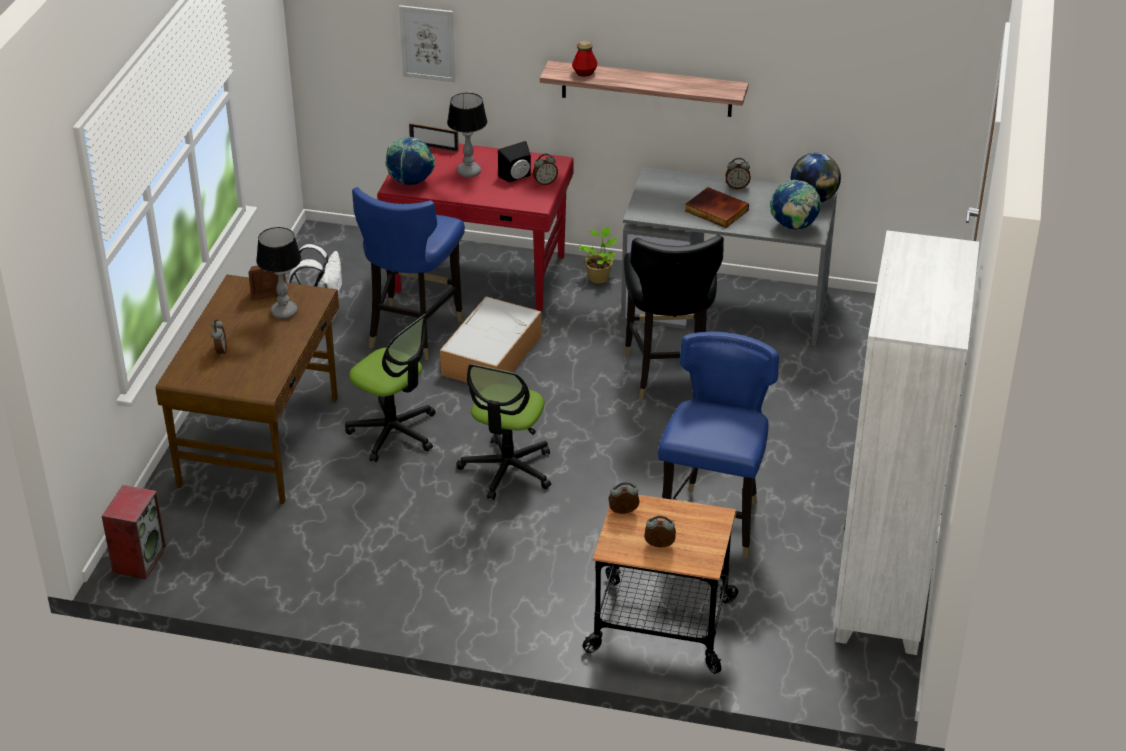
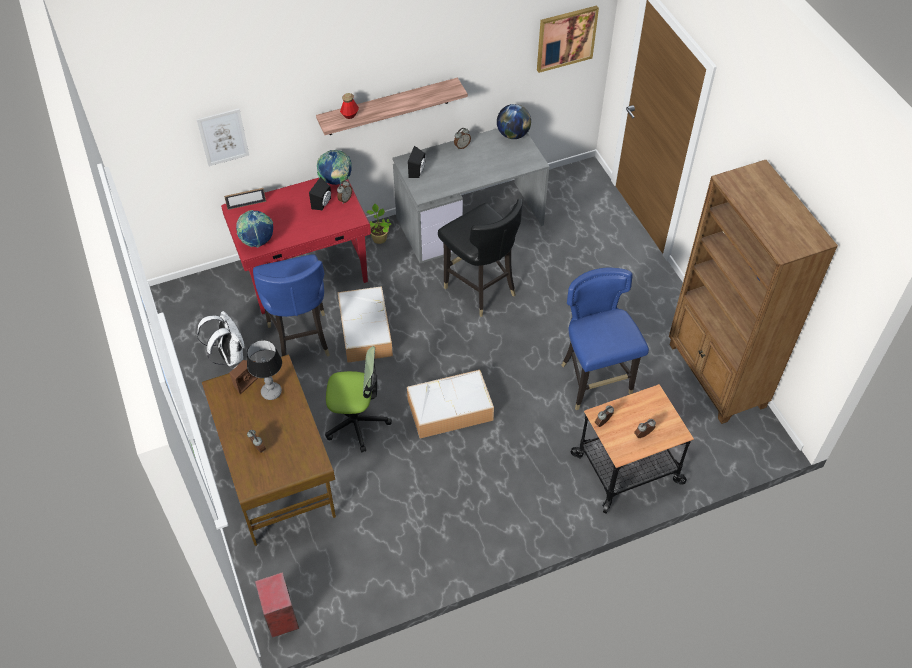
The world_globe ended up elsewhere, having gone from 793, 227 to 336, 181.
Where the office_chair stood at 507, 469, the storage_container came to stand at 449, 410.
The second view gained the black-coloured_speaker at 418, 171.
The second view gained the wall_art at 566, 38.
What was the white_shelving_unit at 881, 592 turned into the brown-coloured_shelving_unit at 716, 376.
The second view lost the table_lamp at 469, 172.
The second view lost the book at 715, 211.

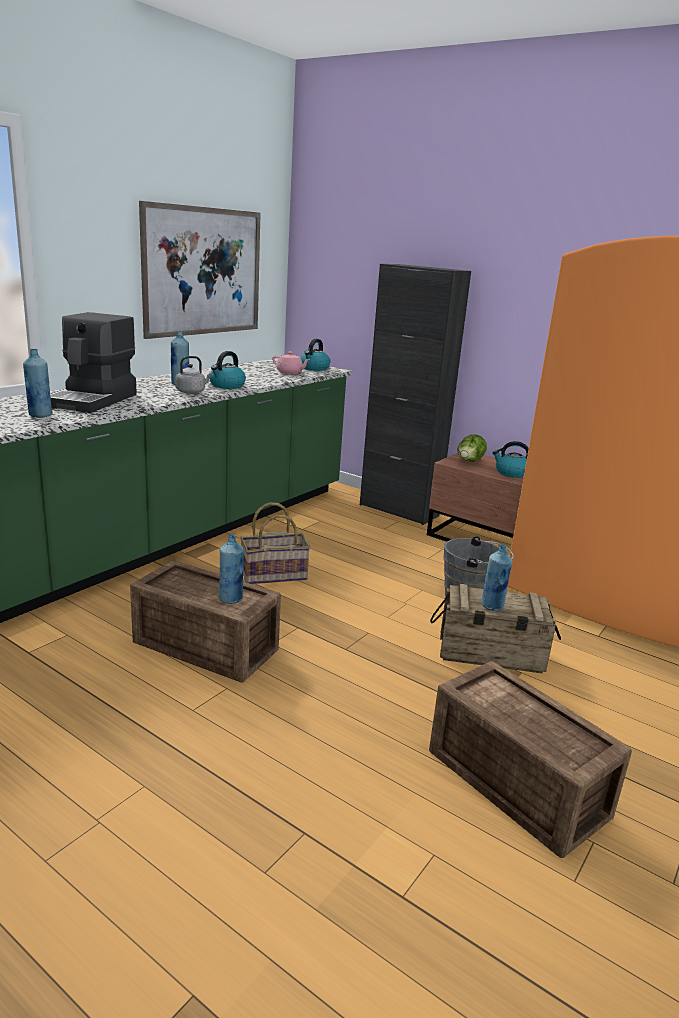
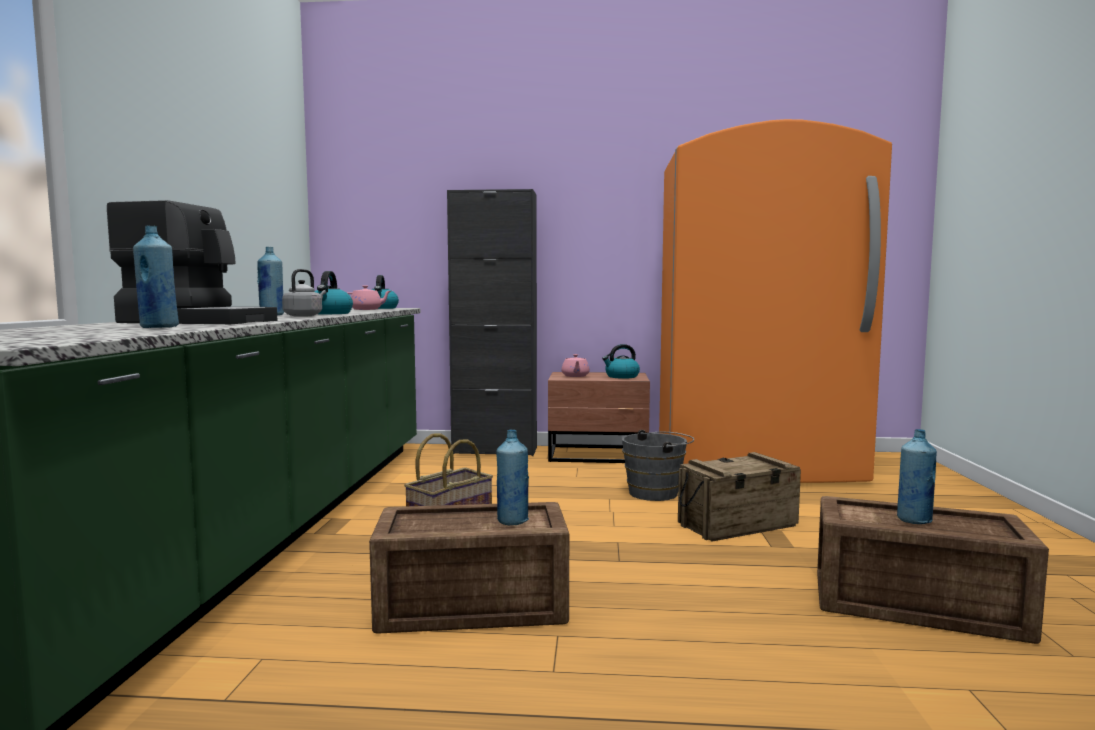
The coffee_maker at 93, 400 ended up facing another way, 60 degrees counterclockwise from before.
Where the lettuce_head stood at 469, 462, the pink_teapot came to stand at 575, 376.
The blue-coloured_bottle ended up elsewhere, having gone from 492, 606 to 914, 520.
The second view lost the wall_art at 204, 272.

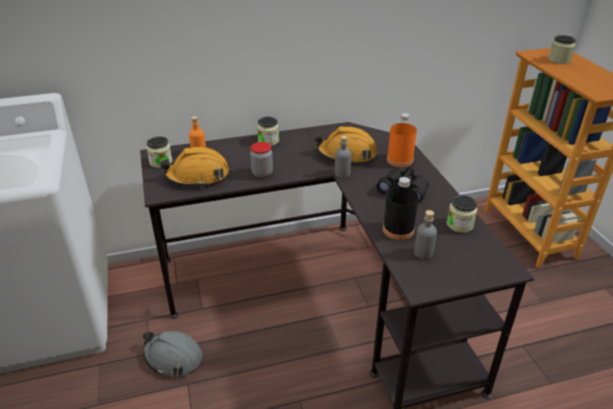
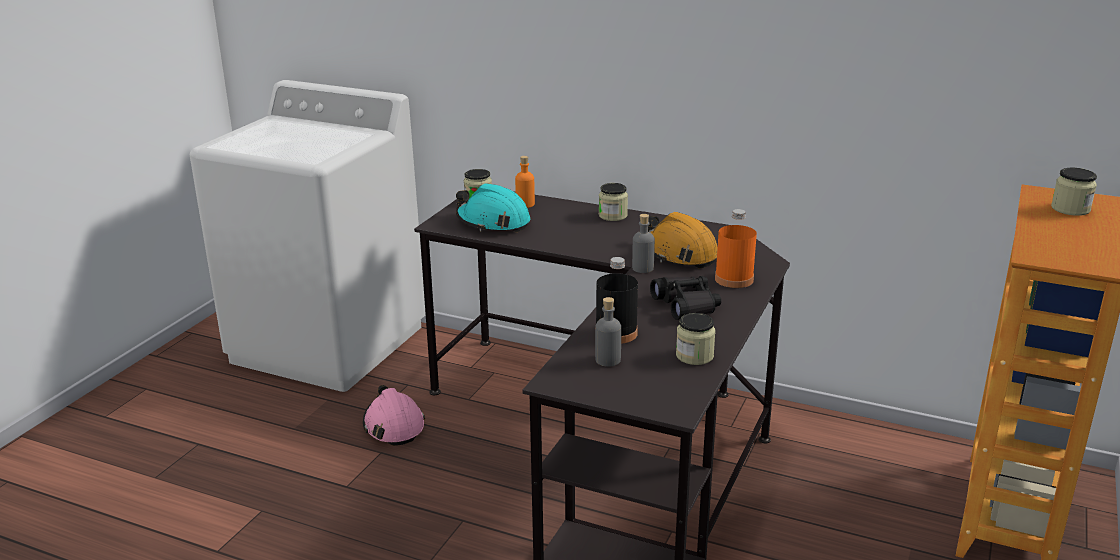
What was the grey_hard_hat at 173, 357 turned into the pink_hard_hat at 393, 425.
What was the orange-coloured_hard_hat at 197, 176 turned into the turquoise_hard_hat at 493, 222.
The second view lost the jar at 262, 173.

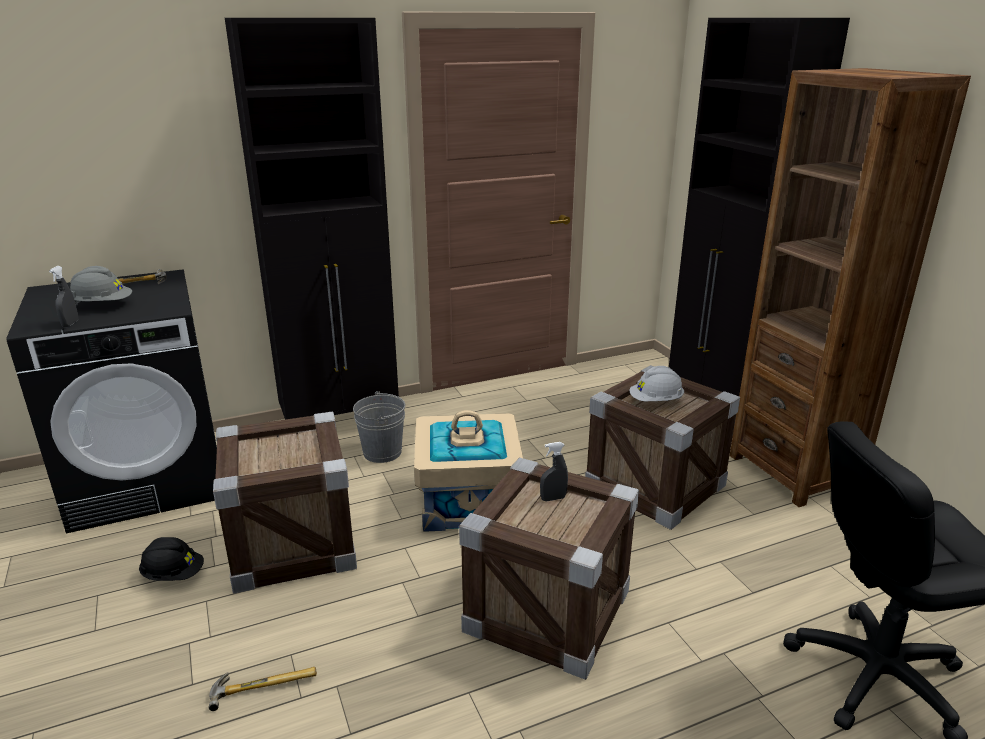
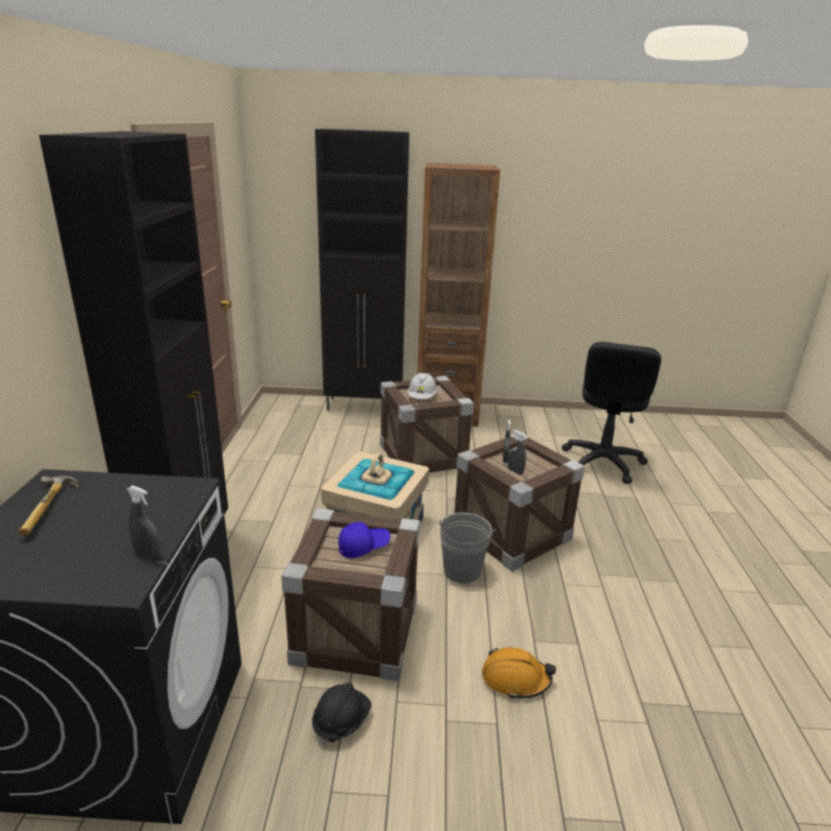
The second view gained the blue-coloured_cap at 363, 546.
The grey_pail ended up elsewhere, having gone from 382, 452 to 462, 570.
Where the hammer stood at 263, 684, the orange-coloured_hard_hat came to stand at 515, 679.
The second view gained the grey_sprayer at 515, 471.
The second view lost the grey_hard_hat at 103, 305.

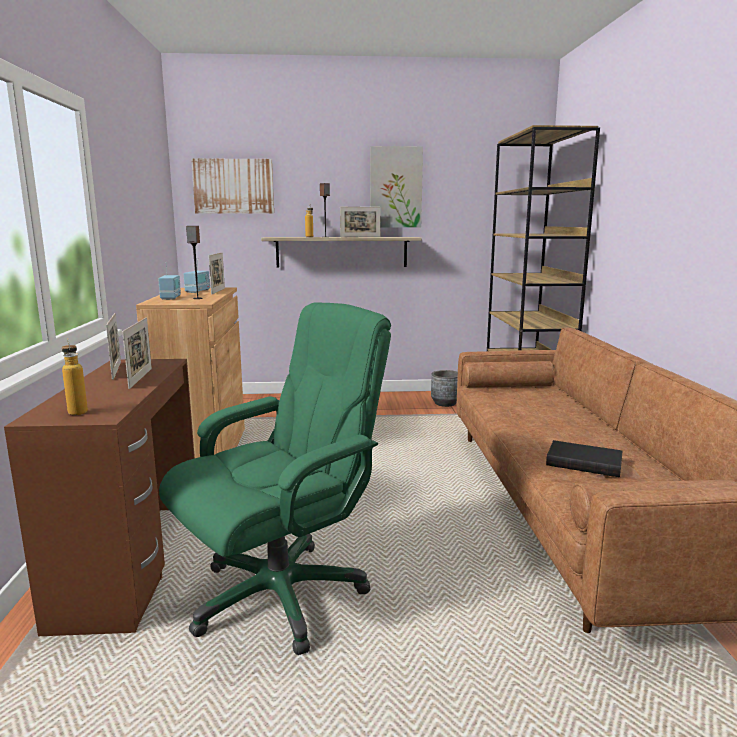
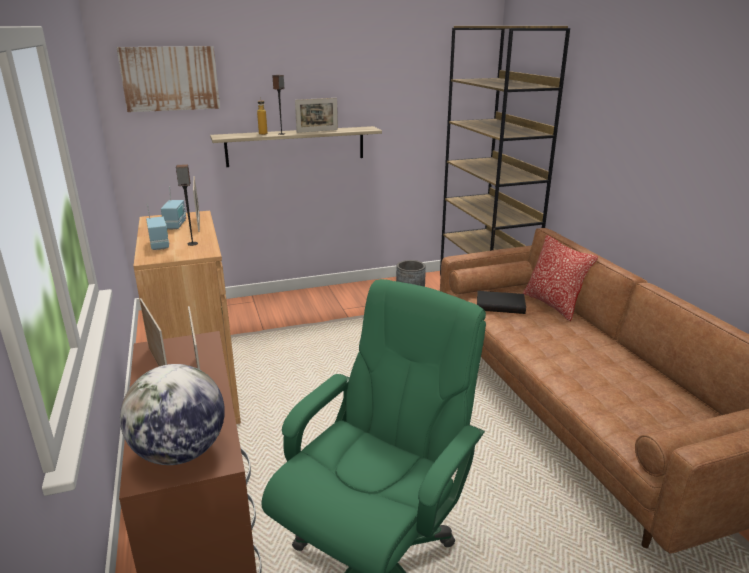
Where the bottle stood at 77, 410, the world_globe came to stand at 180, 453.
The black-coloured_book ended up elsewhere, having gone from 584, 462 to 500, 305.
The second view gained the throw_pillow at 553, 305.
The second view lost the wall_art at 395, 187.

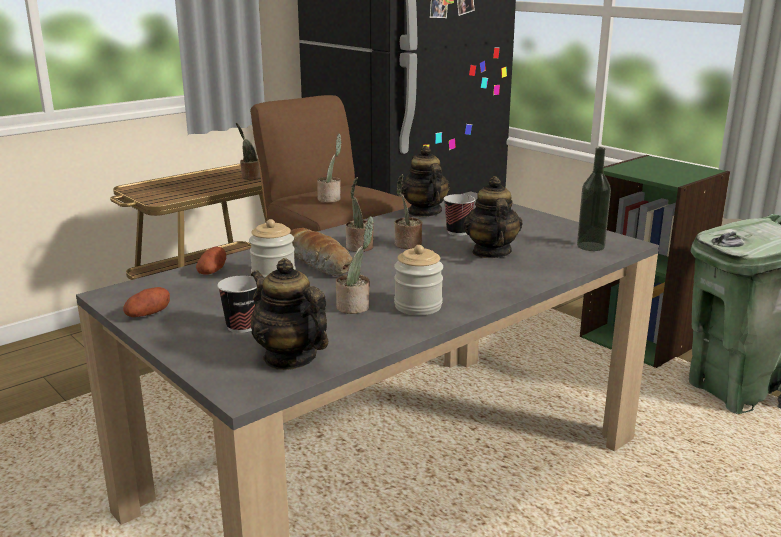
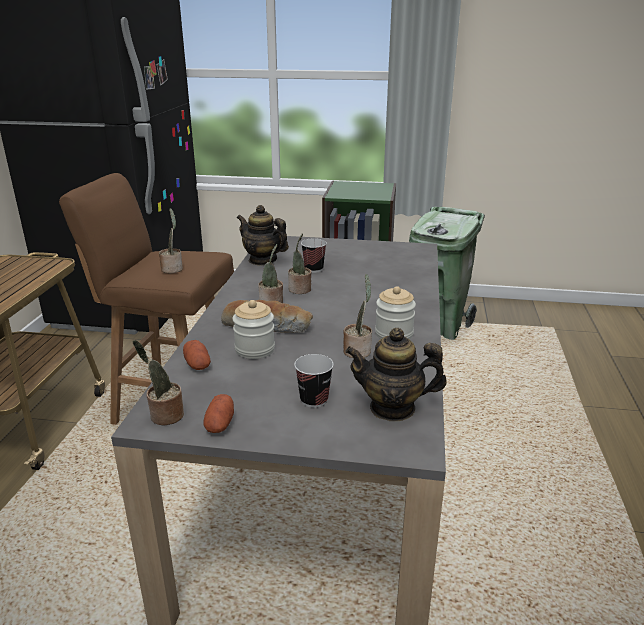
The houseplant ended up elsewhere, having gone from 250, 177 to 164, 416.
The second view lost the teapot at 491, 252.
The second view lost the bottle at 590, 246.

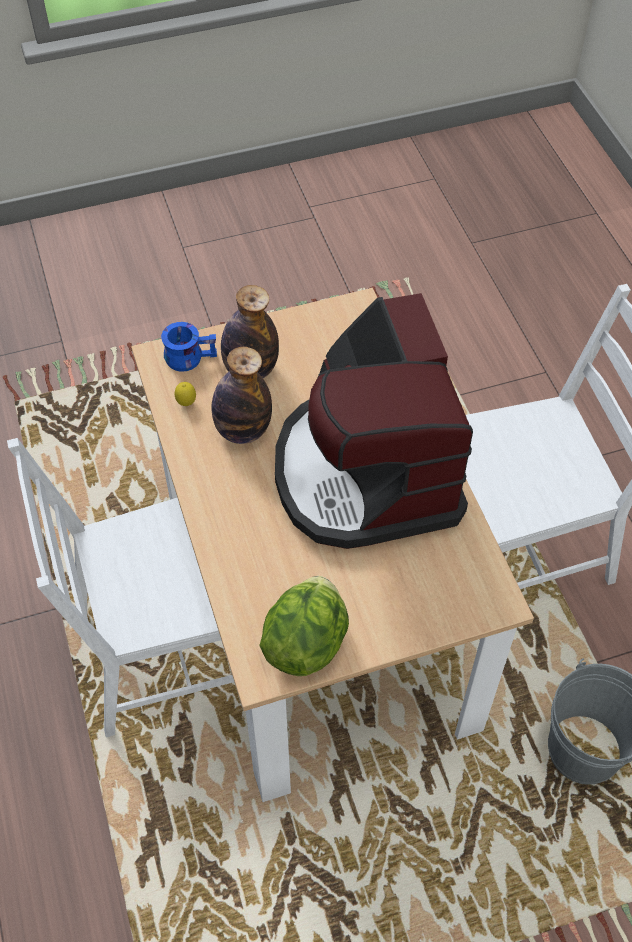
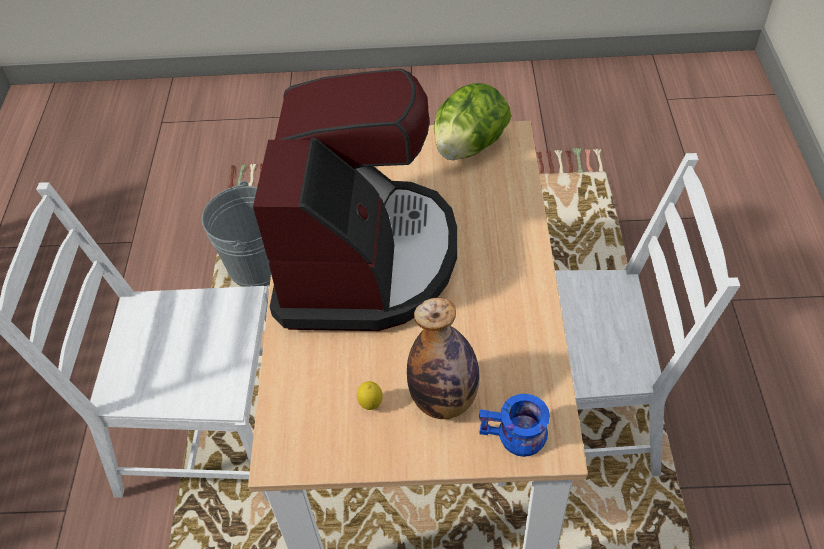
The lemon ended up elsewhere, having gone from 186, 403 to 371, 405.
The second view lost the bottle at 243, 430.

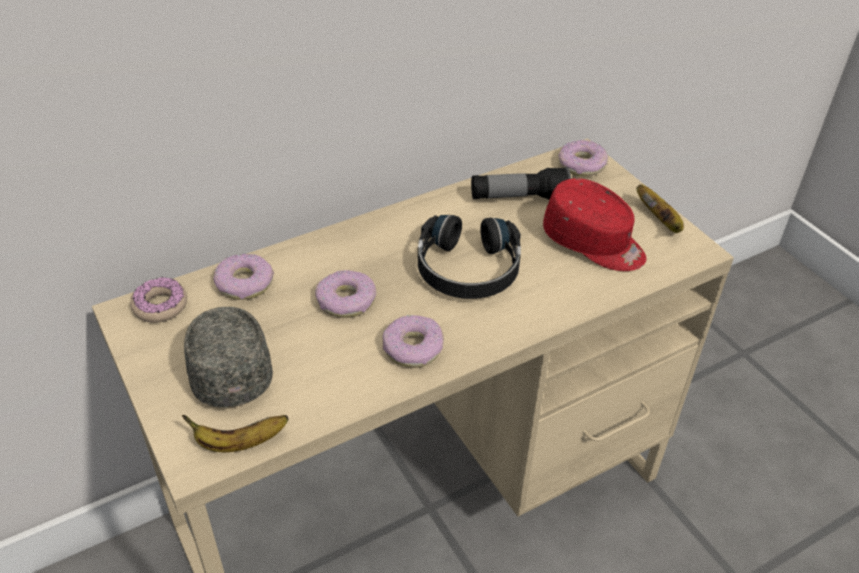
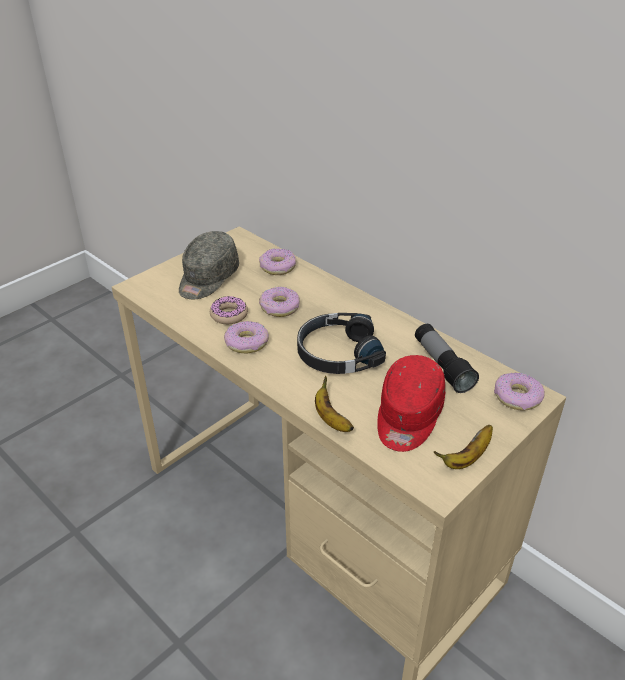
The grey_cap at 229, 366 ended up facing another way, 150 degrees clockwise from before.
The donut ended up elsewhere, having gone from 160, 306 to 229, 315.
The banana_fruit ended up elsewhere, having gone from 239, 443 to 330, 419.

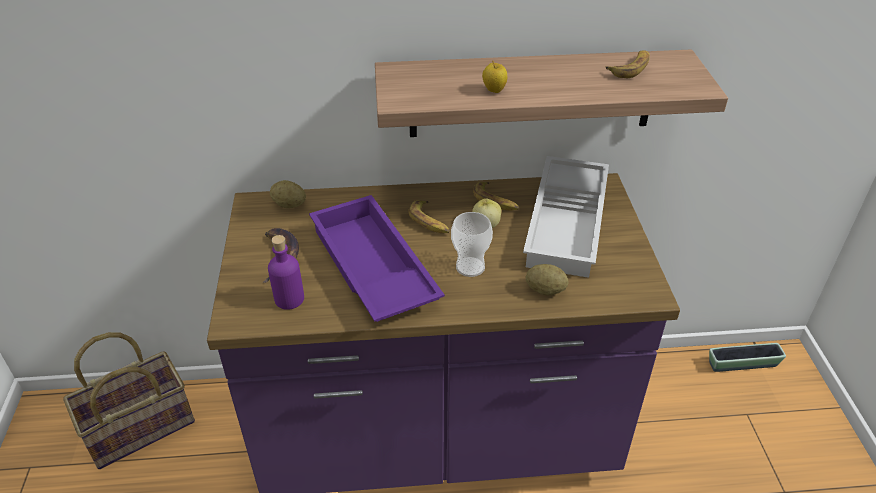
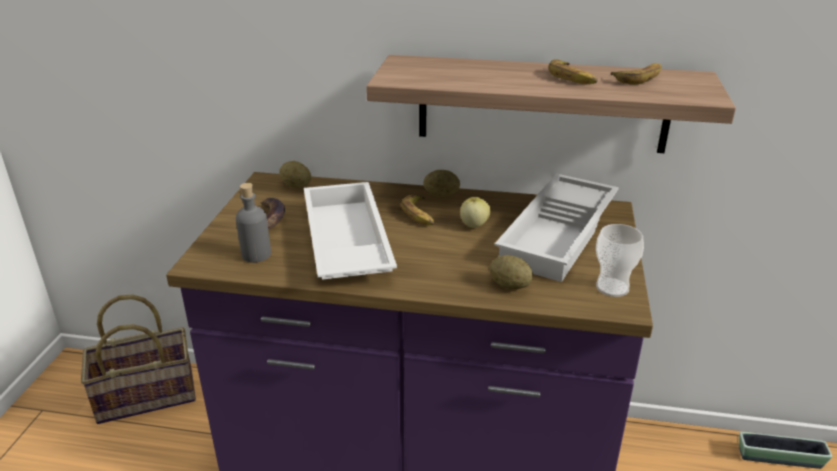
What was the purplish_bottle at 289, 299 turned into the grey_bottle at 256, 255.
What was the purplish_tray at 370, 268 turned into the white_tray at 344, 243.
The second view gained the spud at 441, 195.
The banana_fruit ended up elsewhere, having gone from 495, 201 to 572, 78.
The small_cup ended up elsewhere, having gone from 470, 267 to 612, 287.
The second view lost the apple_fruit at 494, 91.

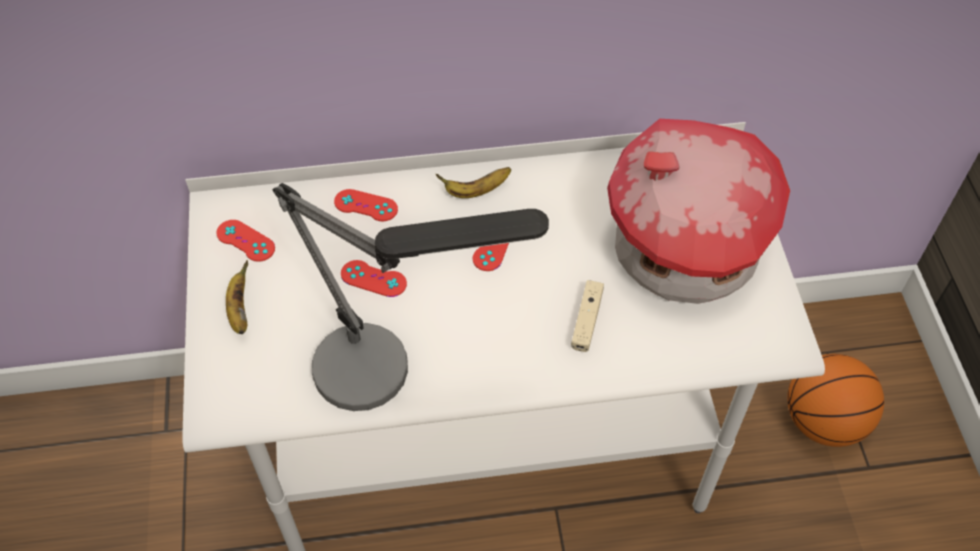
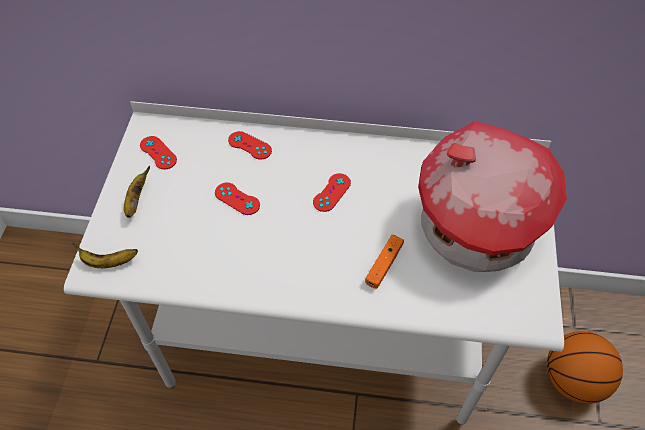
The banana_fruit ended up elsewhere, having gone from 476, 191 to 109, 262.
What was the beige-coloured_gamepad at 586, 320 turned into the orange-coloured_gamepad at 384, 265.
The second view lost the table_lamp at 390, 369.

